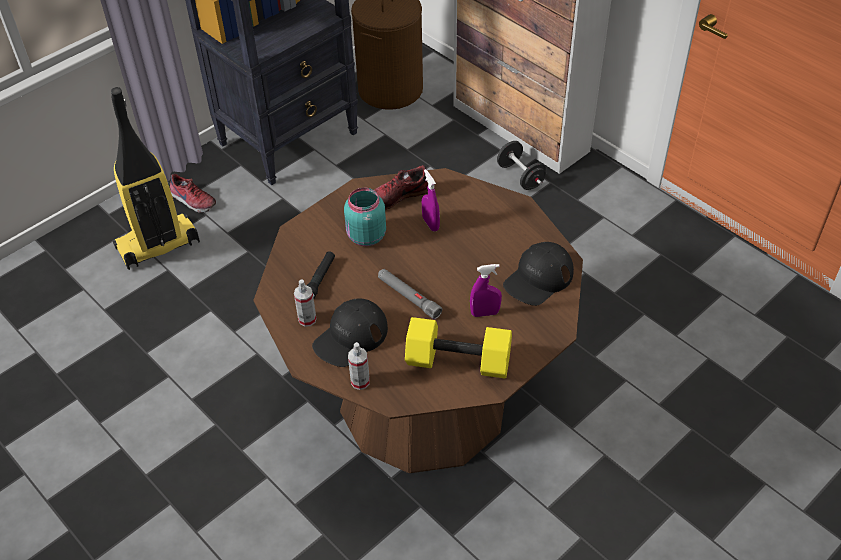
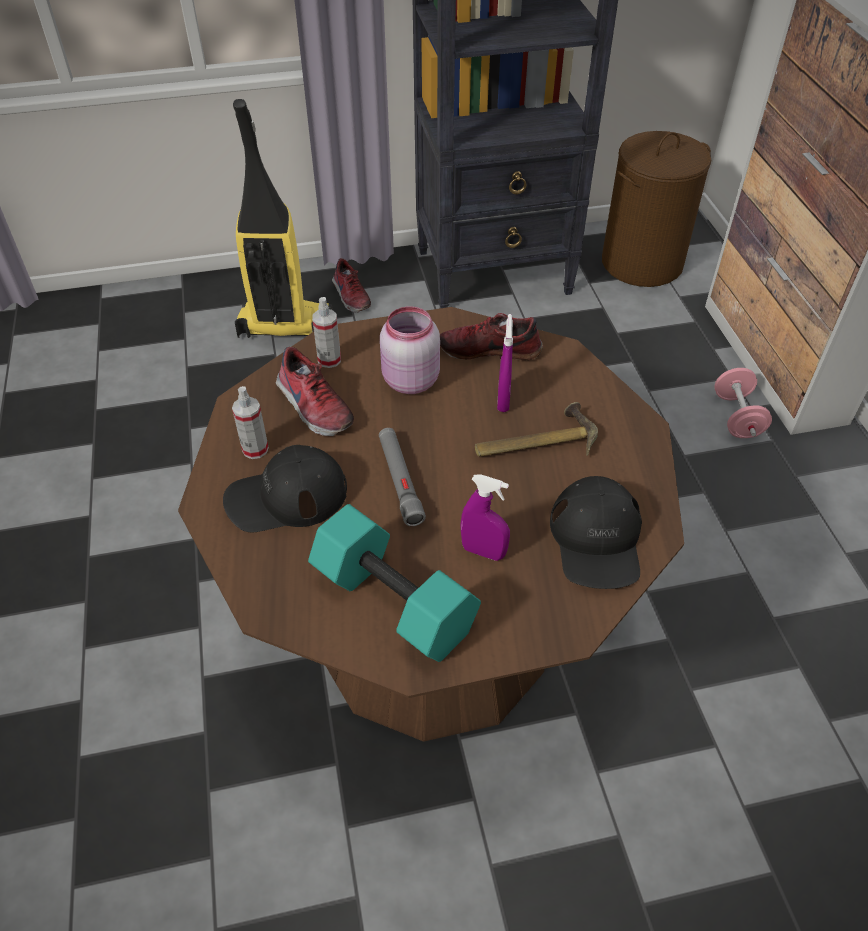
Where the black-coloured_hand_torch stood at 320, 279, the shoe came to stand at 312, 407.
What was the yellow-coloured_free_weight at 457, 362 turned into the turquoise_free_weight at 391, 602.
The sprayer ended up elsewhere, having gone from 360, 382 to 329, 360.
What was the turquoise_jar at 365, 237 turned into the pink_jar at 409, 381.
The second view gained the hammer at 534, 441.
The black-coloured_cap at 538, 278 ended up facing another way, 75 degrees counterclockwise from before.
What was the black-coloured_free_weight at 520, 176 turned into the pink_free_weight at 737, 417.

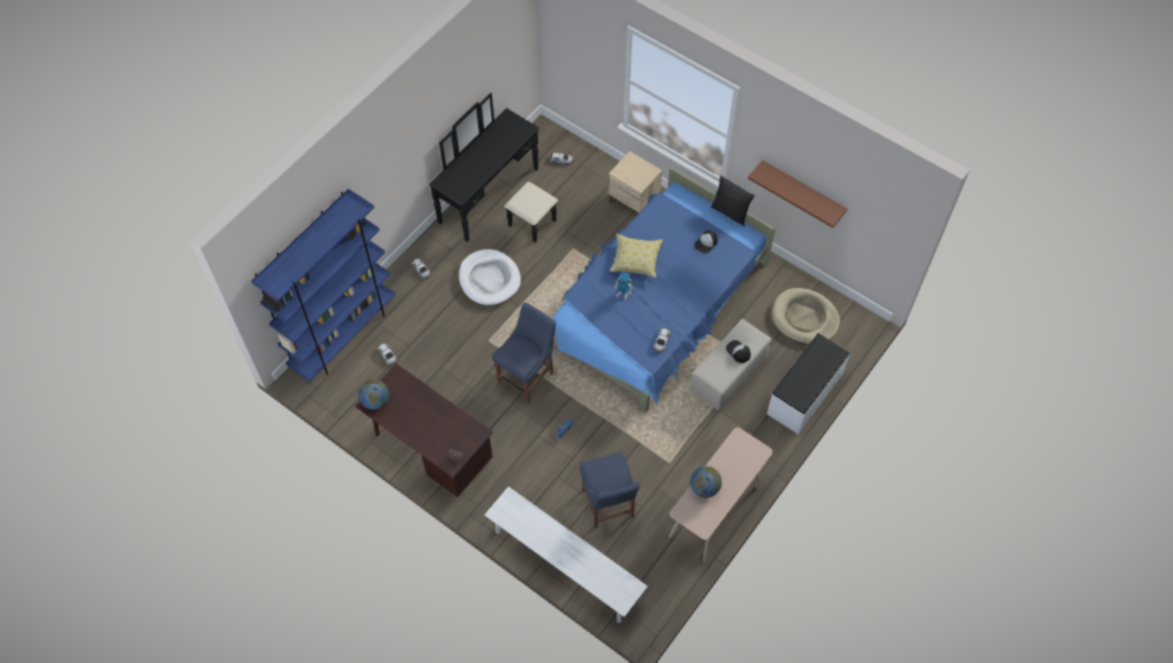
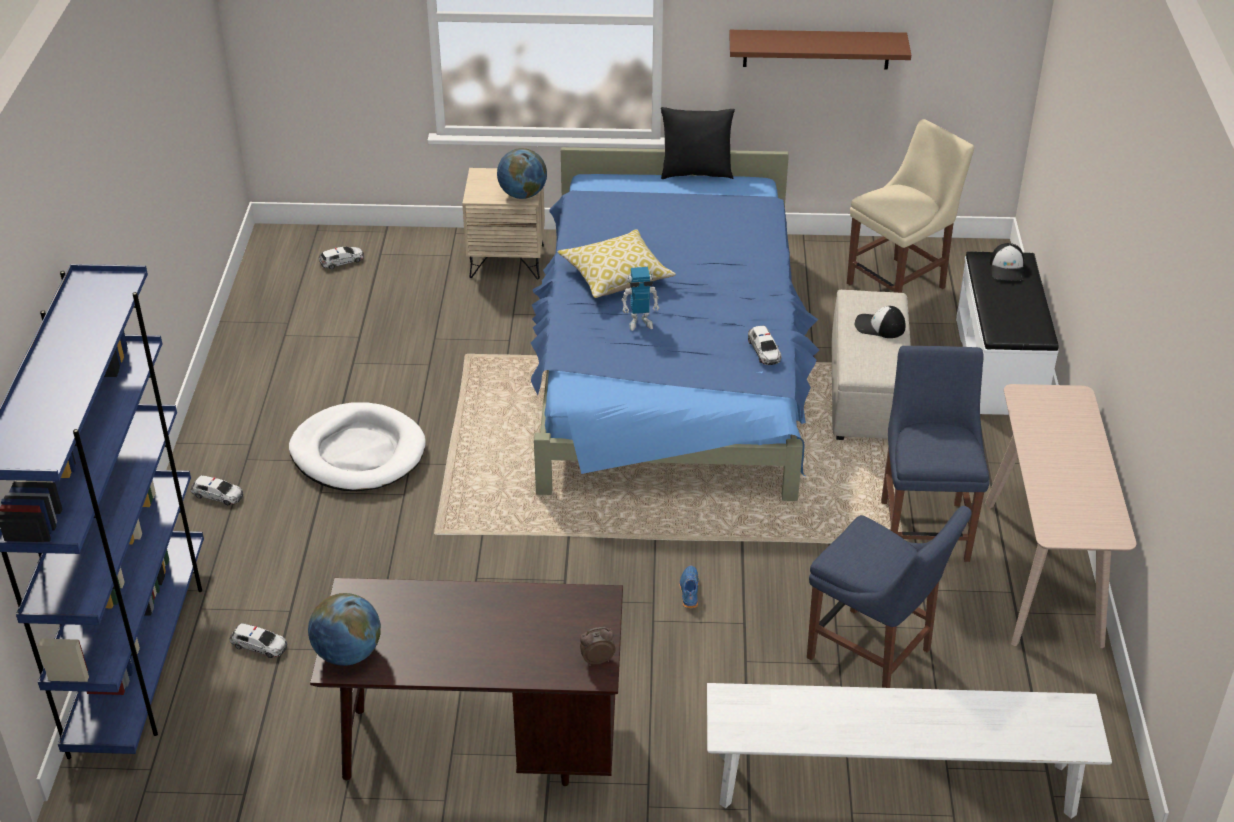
The world_globe ended up elsewhere, having gone from 704, 488 to 522, 194.
Where the beige-coloured_dog_cushion stood at 805, 318, the beige-coloured_plain_chair came to stand at 900, 284.
The blue-coloured_plain_chair ended up elsewhere, having gone from 527, 376 to 924, 526.
The cap ended up elsewhere, having gone from 706, 243 to 1007, 269.
The second view lost the black-coloured_dresser at 499, 201.

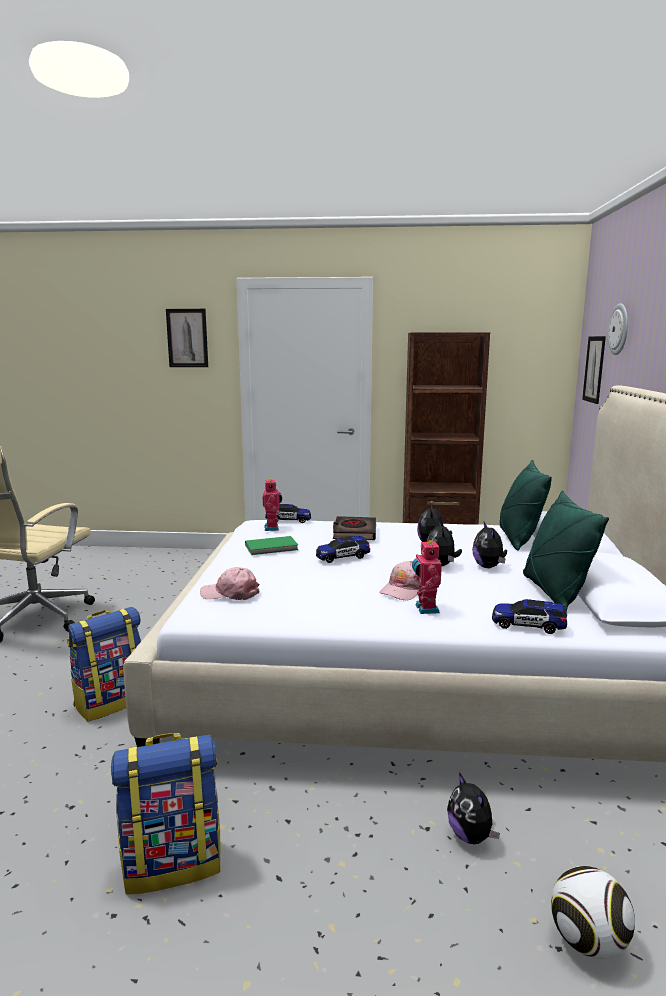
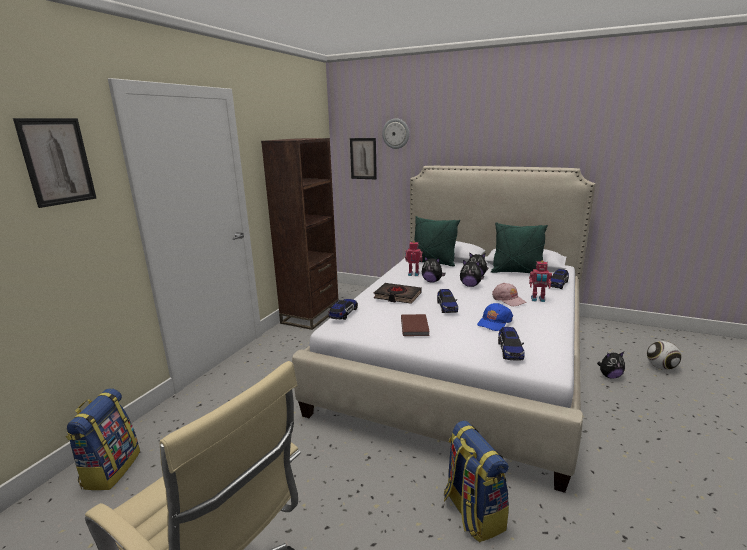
The backpack ended up elsewhere, having gone from 173, 862 to 111, 469.
What was the green-coloured_book at 272, 548 turned into the brown-coloured_book at 415, 326.
The robot_figure ended up elsewhere, having gone from 273, 528 to 413, 274.
The second view gained the blue-coloured_cap at 494, 322.
Where the pink_cap stood at 230, 593, the miniature_car came to stand at 510, 350.

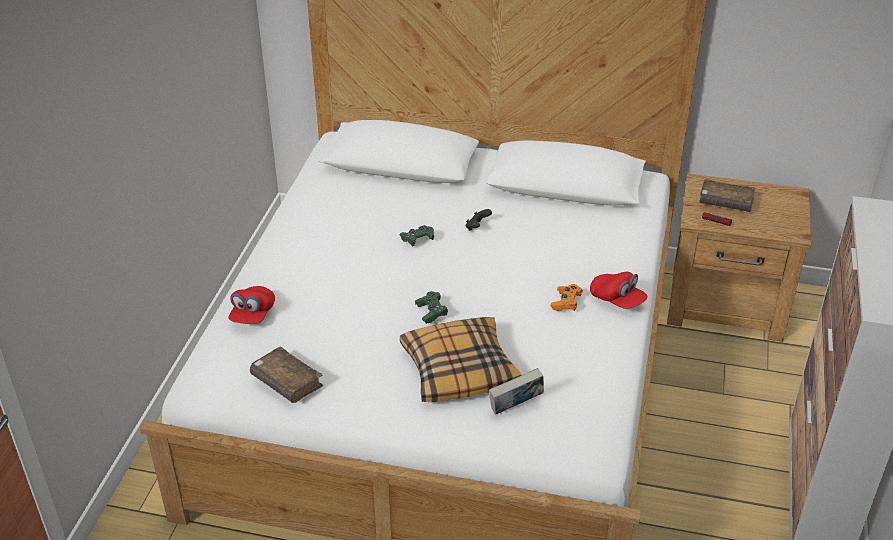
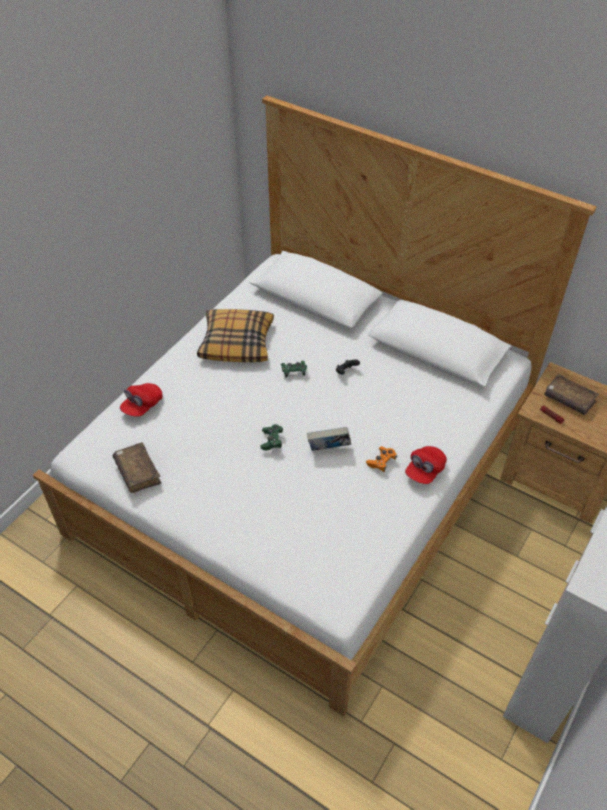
The throw_pillow ended up elsewhere, having gone from 459, 369 to 237, 342.
The book ended up elsewhere, having gone from 515, 407 to 328, 449.
The reddish_cap at 617, 300 ended up facing another way, 60 degrees clockwise from before.

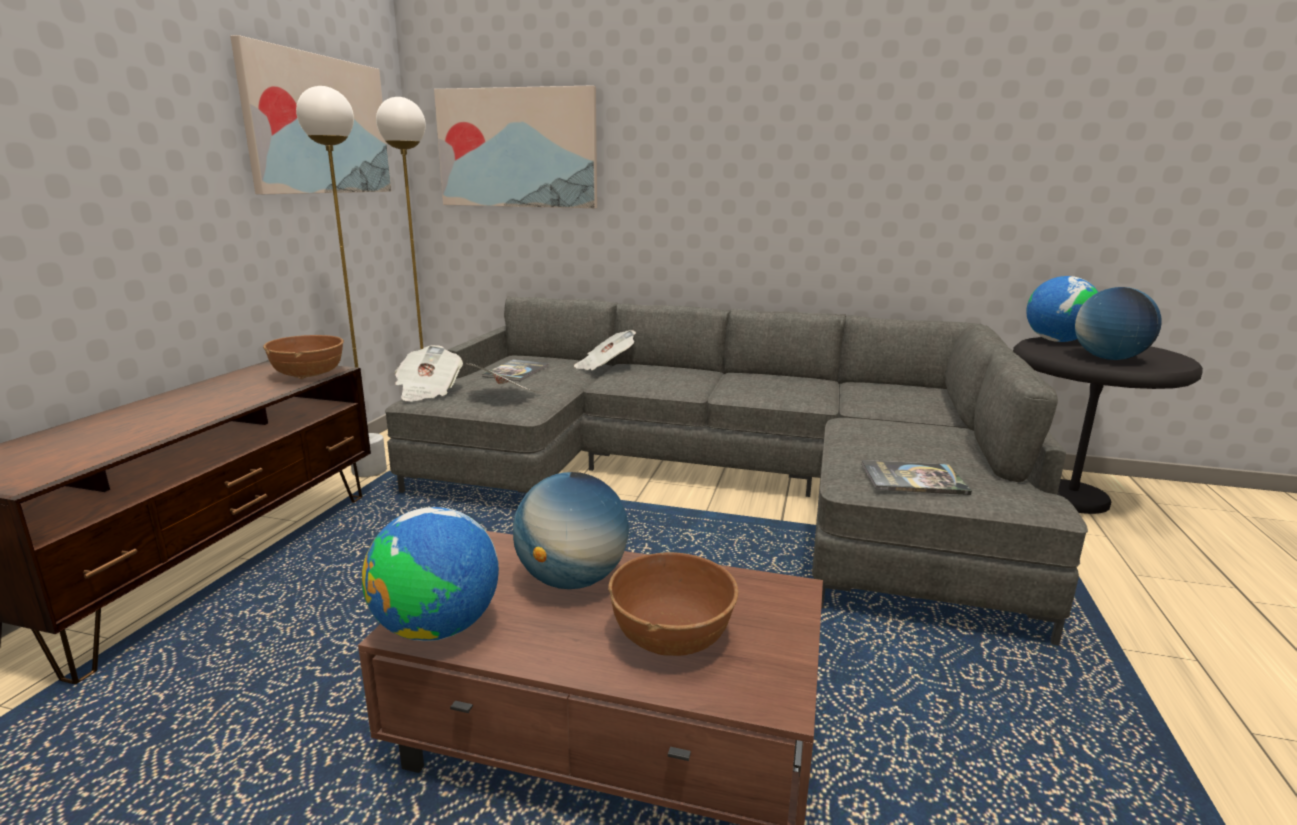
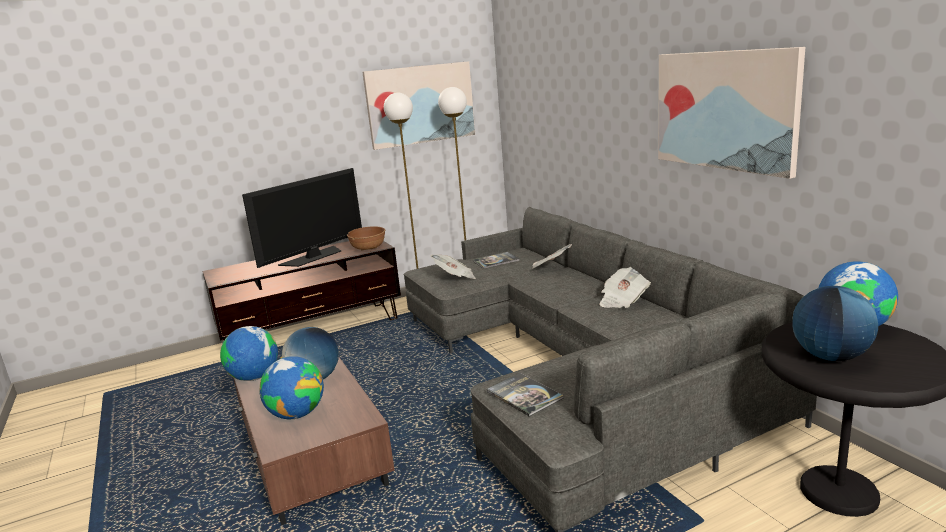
The second view gained the TV_set at 313, 257.
Where the brown-coloured_deep_dish stood at 672, 636, the world_globe came to stand at 297, 414.
The daily_paper ended up elsewhere, having gone from 428, 391 to 623, 300.
The wall_art ended up elsewhere, having gone from 517, 148 to 725, 110.

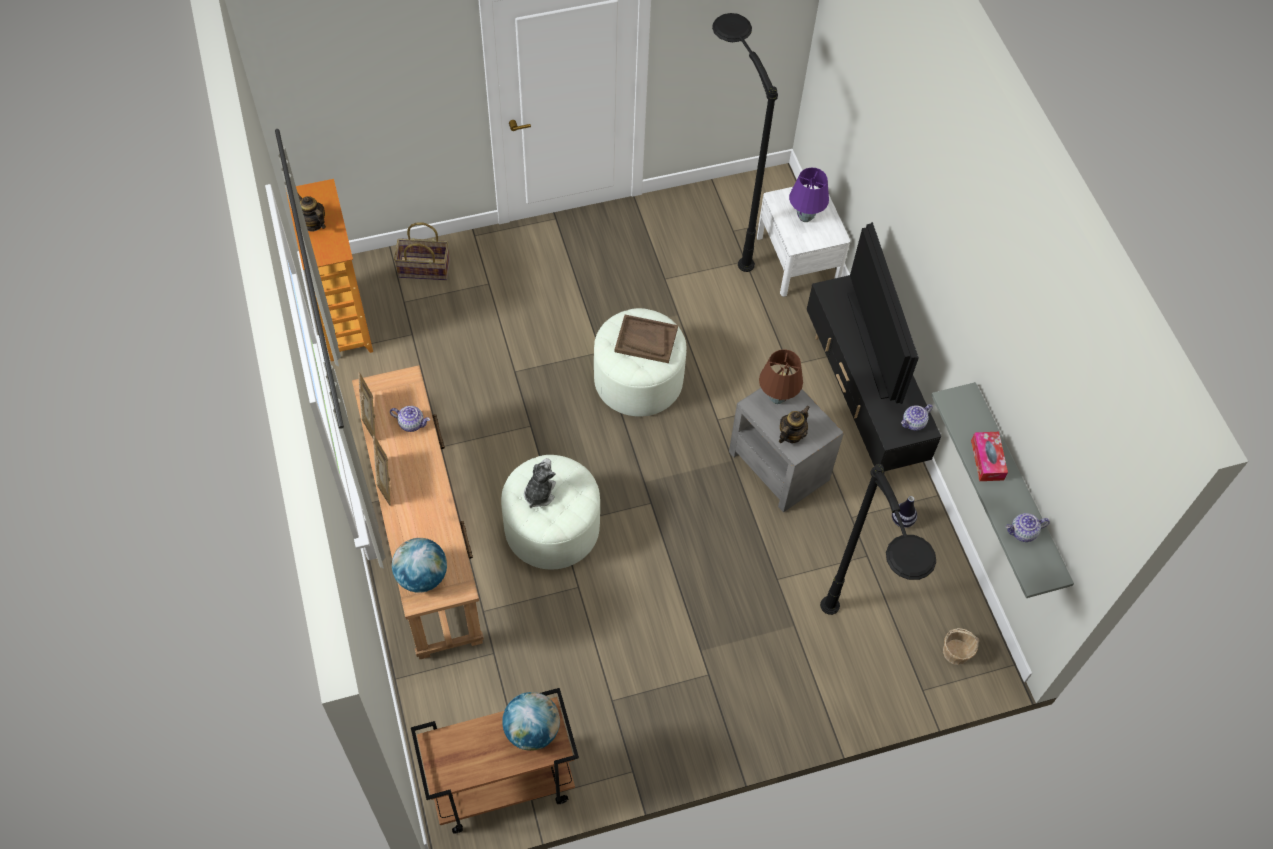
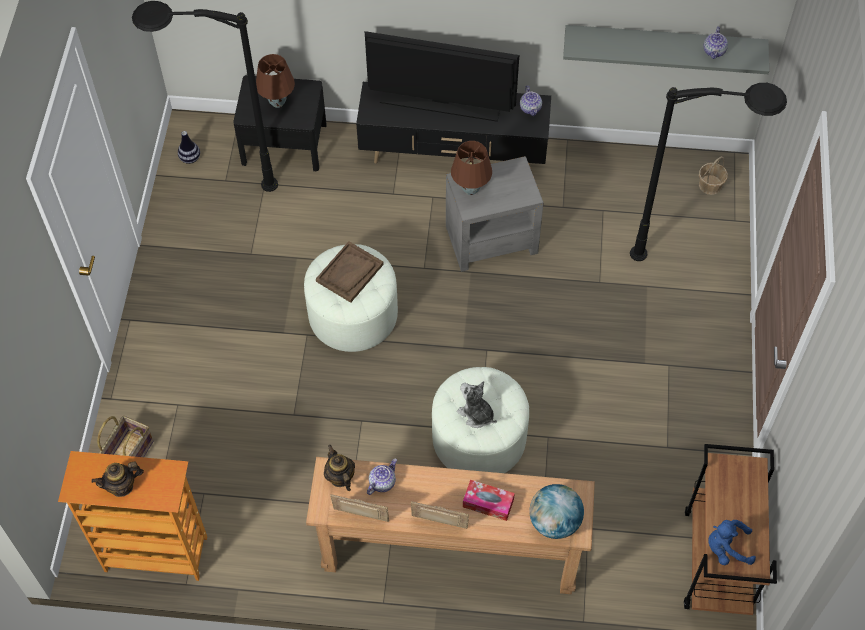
The flower_vase ended up elsewhere, having gone from 902, 520 to 190, 158.
What was the white_nightstand at 797, 259 turned into the black-coloured_nightstand at 284, 144.
What was the purplish_table_lamp at 804, 217 turned into the brown-coloured_table_lamp at 277, 103.
The teapot ended up elsewhere, having gone from 791, 435 to 340, 477.
The tissue_holder ended up elsewhere, having gone from 987, 460 to 488, 503.
The second view gained the blue-coloured_plush_toy at 726, 548.
The second view lost the world_globe at 532, 730.

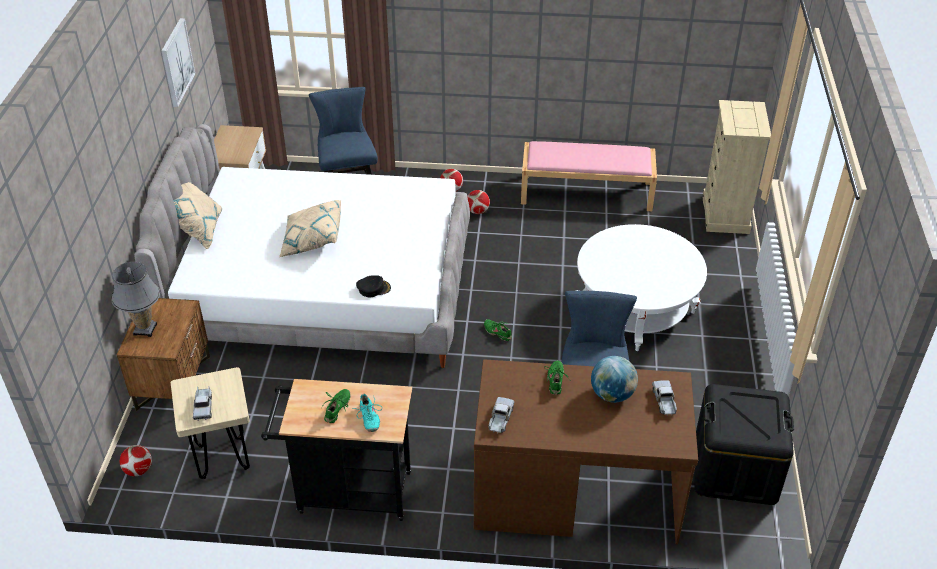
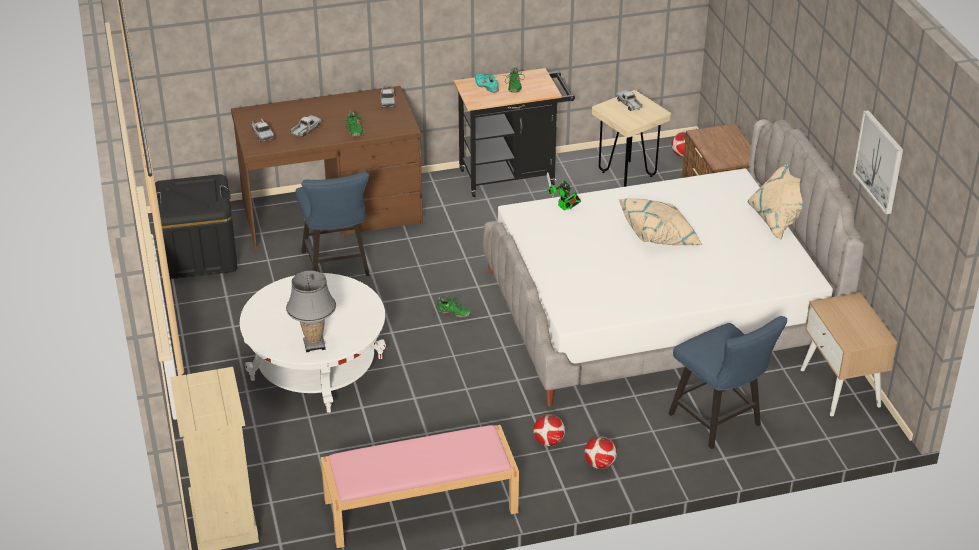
The grey_table_lamp ended up elsewhere, having gone from 145, 329 to 314, 344.
Where the world_globe stood at 612, 394, the toy_lorry came to stand at 305, 130.
Where the black-coloured_cap stood at 373, 288, the robot_figure came to stand at 564, 208.

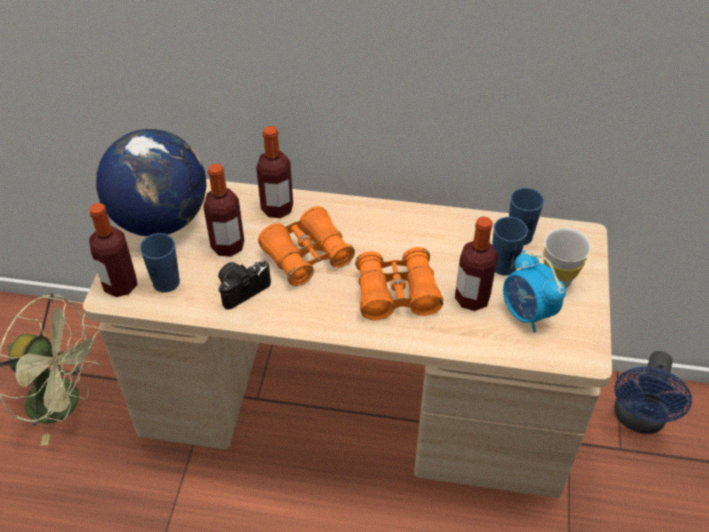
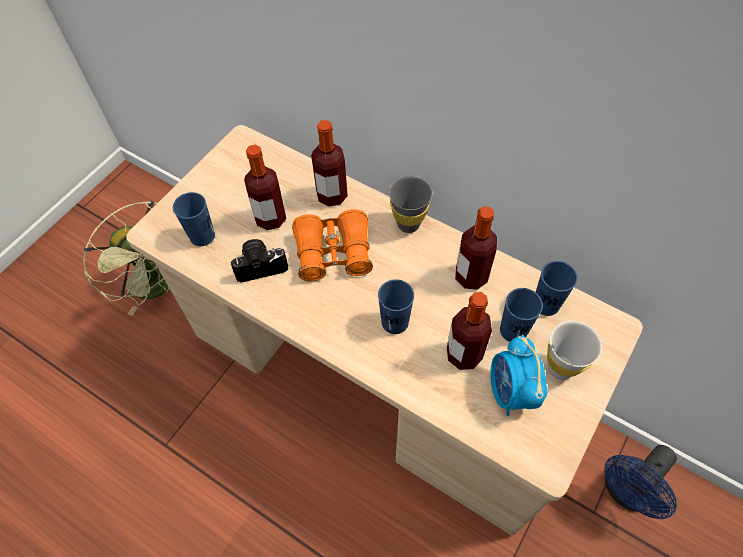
Where the orange-coloured_binoculars stood at 396, 293, the blue-coloured_small_cup came to stand at 395, 322.
The second view gained the grey_small_cup at 408, 224.
The bottle ended up elsewhere, having gone from 120, 285 to 471, 276.
The second view lost the world_globe at 160, 220.

